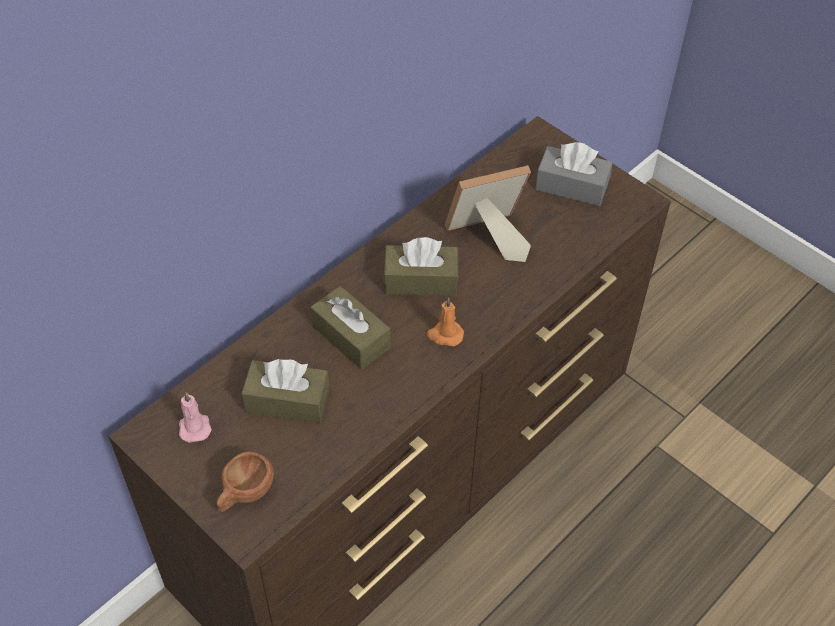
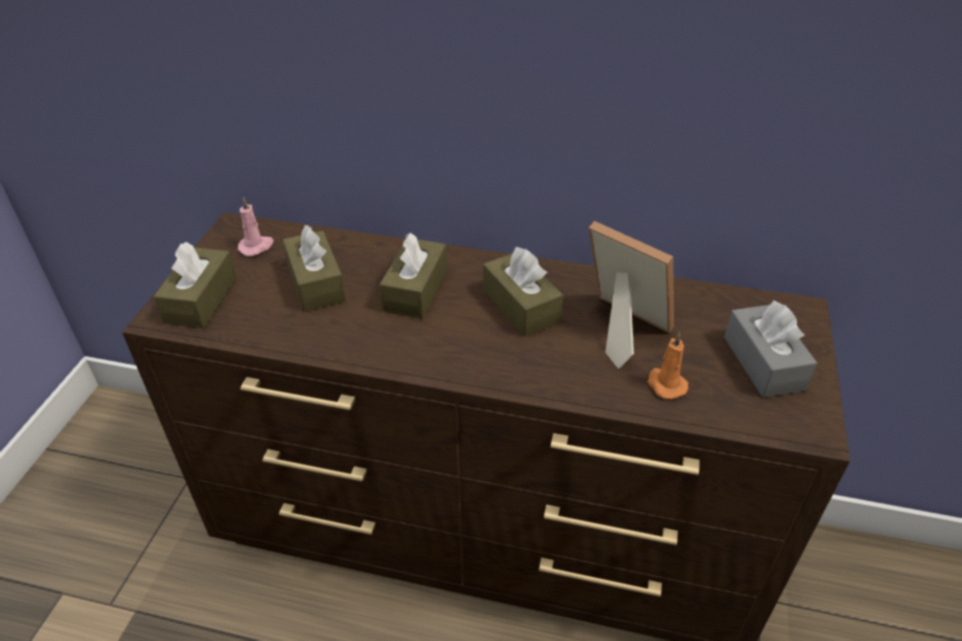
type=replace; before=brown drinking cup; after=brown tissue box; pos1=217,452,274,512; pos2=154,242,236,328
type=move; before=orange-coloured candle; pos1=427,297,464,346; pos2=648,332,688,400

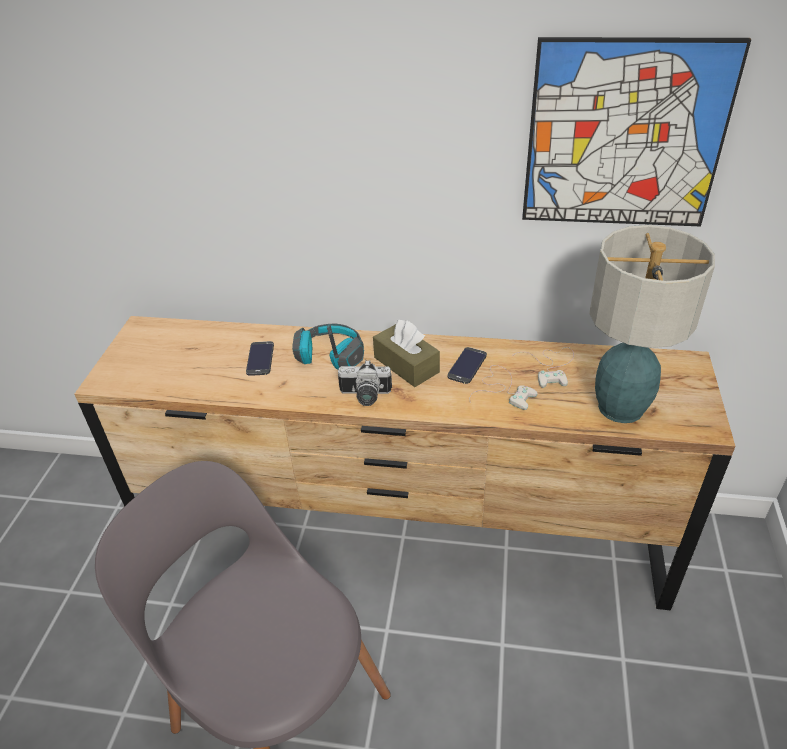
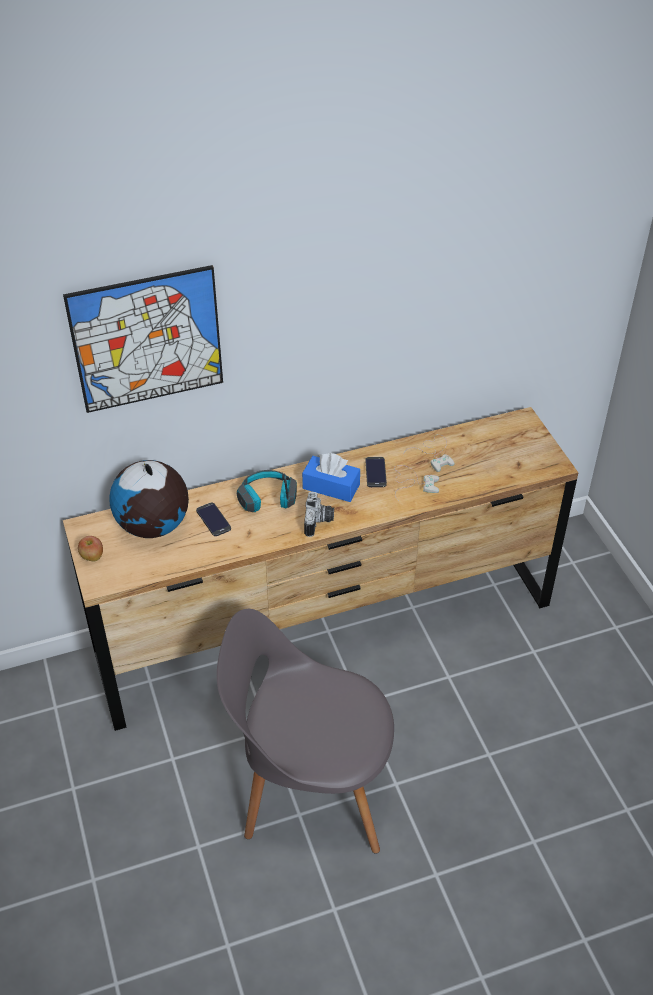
type=move; before=picture; pos1=522,37,752,227; pos2=63,265,223,413
type=insert; after=apple fruit; pos2=78,536,103,562
type=insert; after=globe; pos2=109,460,189,538
type=recolor; before=brown tissue box; after=blue-coloured tissue box; pos1=373,320,440,387; pos2=302,453,360,502
type=rotate; before=photo camera; pos1=338,360,392,406; pos2=304,492,334,537; turn=-60
type=delete; before=table lamp; pos1=589,225,715,423

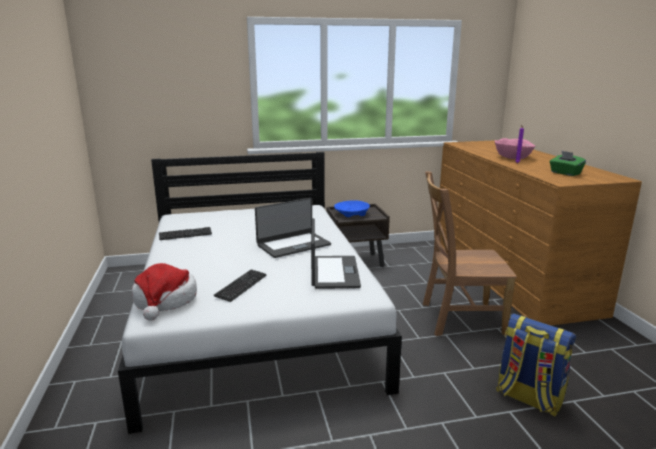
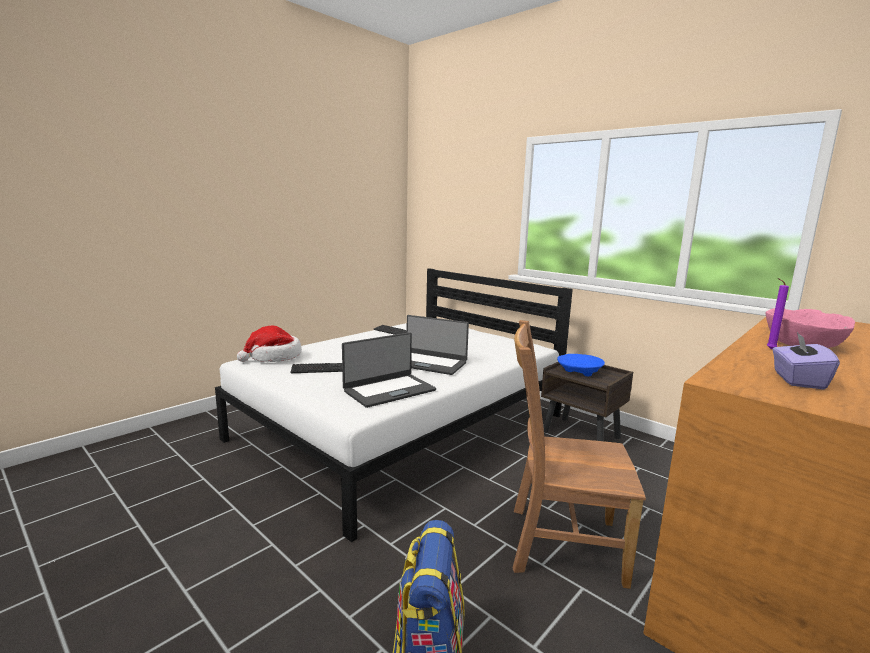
type=rotate; before=brown chair; pos1=423,171,517,336; pos2=513,320,646,589; turn=-45
type=recolor; before=greenish tissue box; after=purplish tissue box; pos1=550,151,586,176; pos2=773,332,840,390

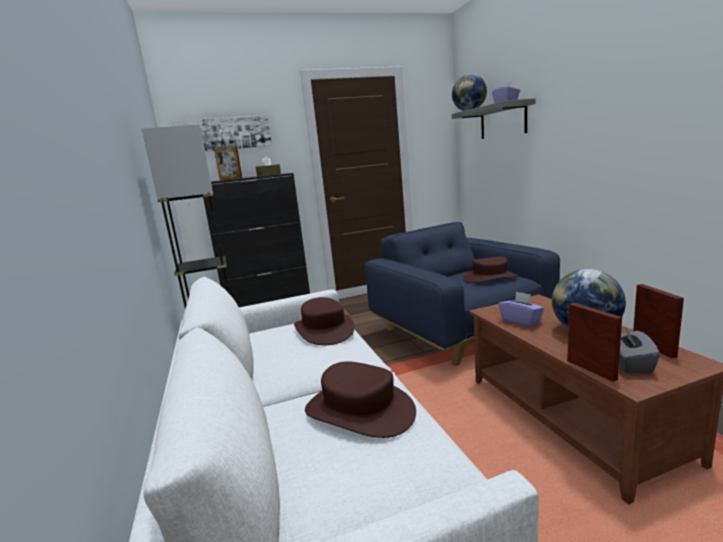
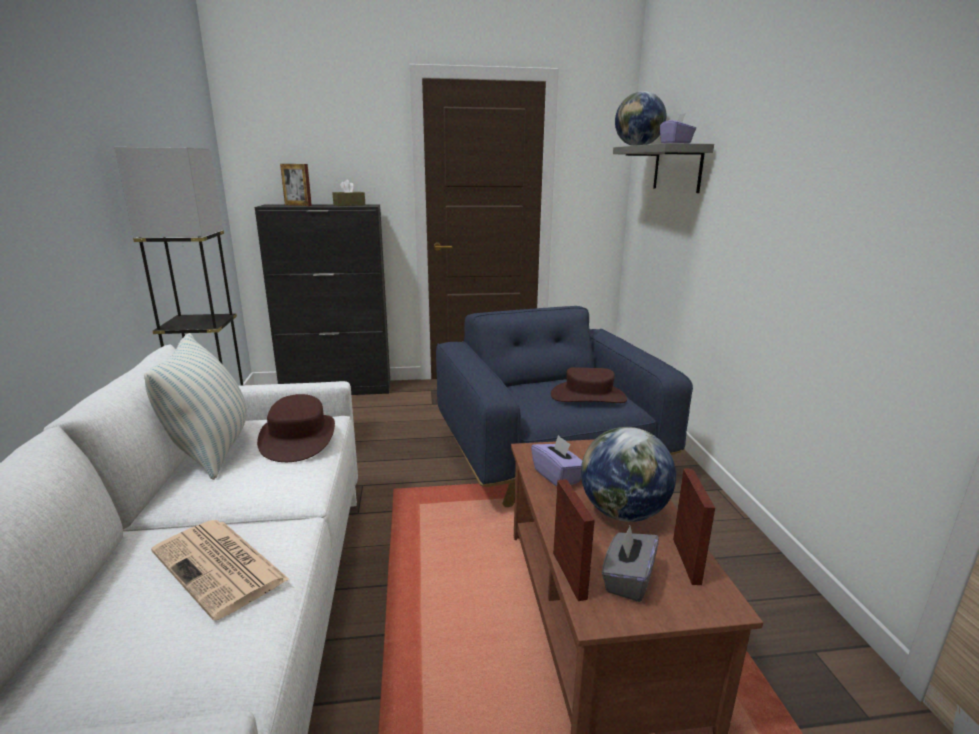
type=insert; after=pillow; pos2=144,333,247,480
type=replace; before=brown clothing hat; after=printed paper; pos1=305,362,416,438; pos2=151,520,290,620
type=delete; before=picture; pos1=172,115,272,152

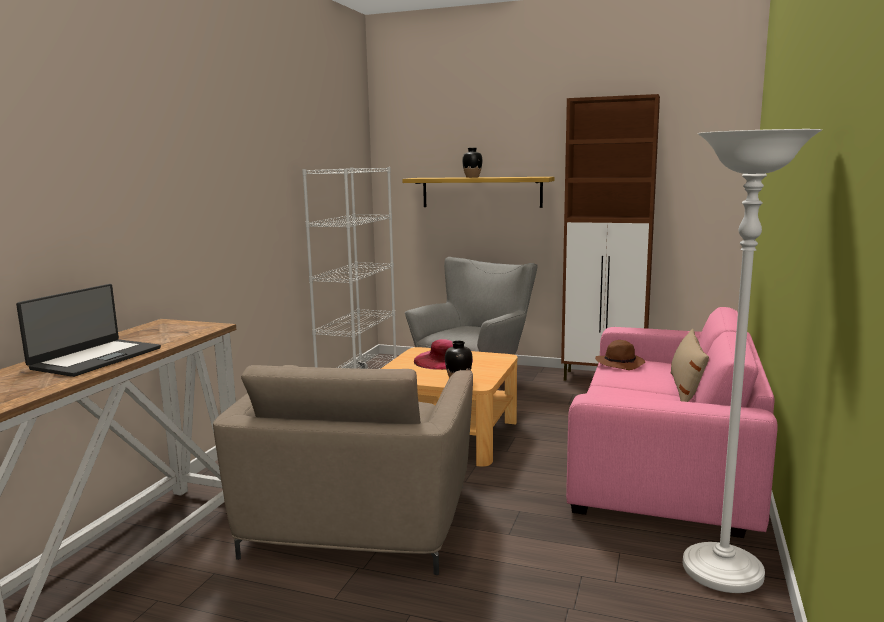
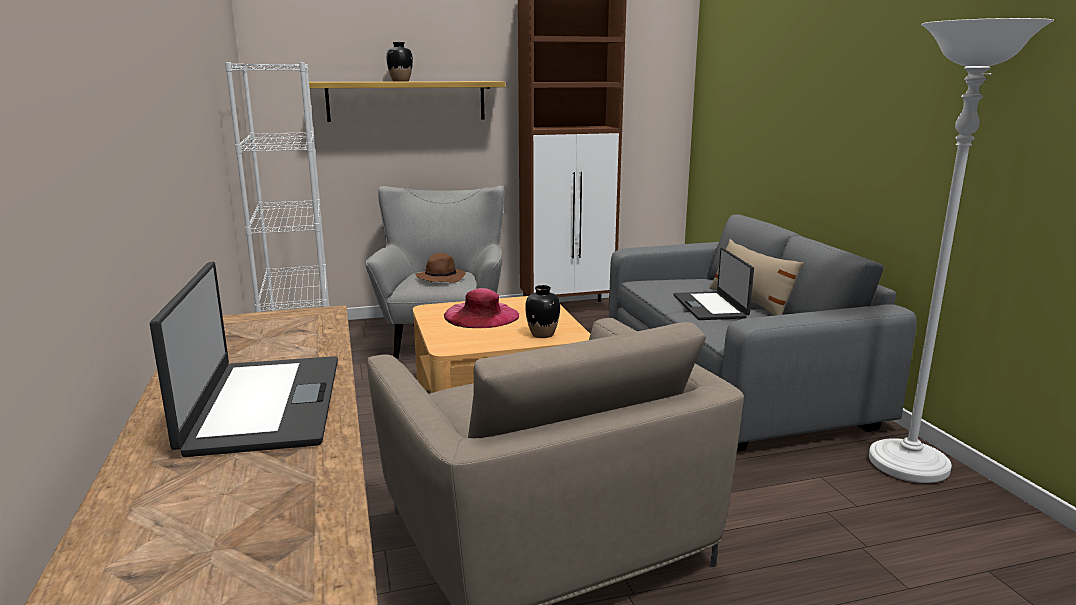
type=move; before=brown clothing hat; pos1=595,340,645,370; pos2=415,253,466,283
type=recolor; before=pinkish sofa; after=greyish sofa; pos1=566,307,778,538; pos2=609,214,917,452
type=insert; after=notebook computer; pos2=674,247,754,320

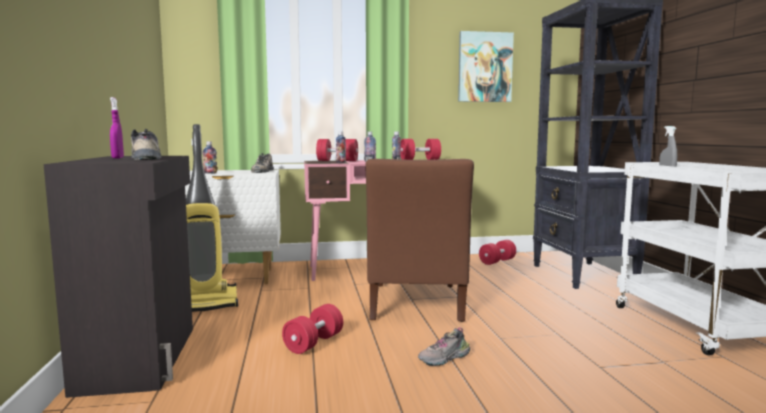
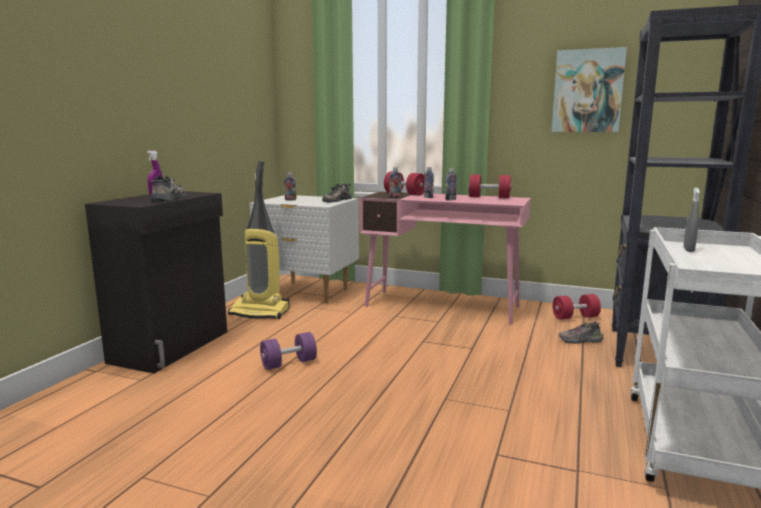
type=recolor; before=reddish hand weight; after=purplish hand weight; pos1=282,304,343,354; pos2=260,332,317,370
type=move; before=item of footwear; pos1=418,327,470,366; pos2=559,321,603,344
type=delete; before=brown chair; pos1=365,159,474,322

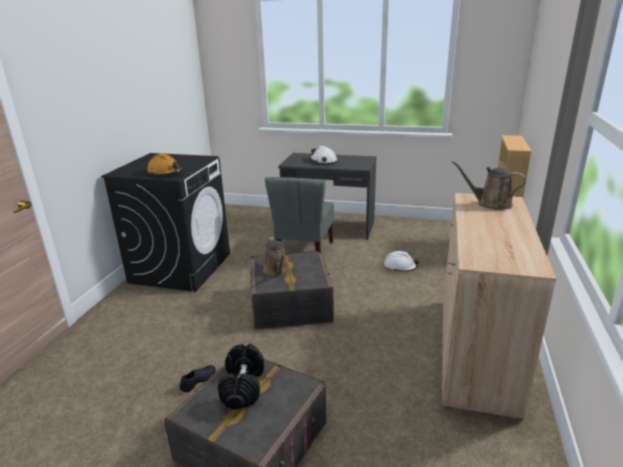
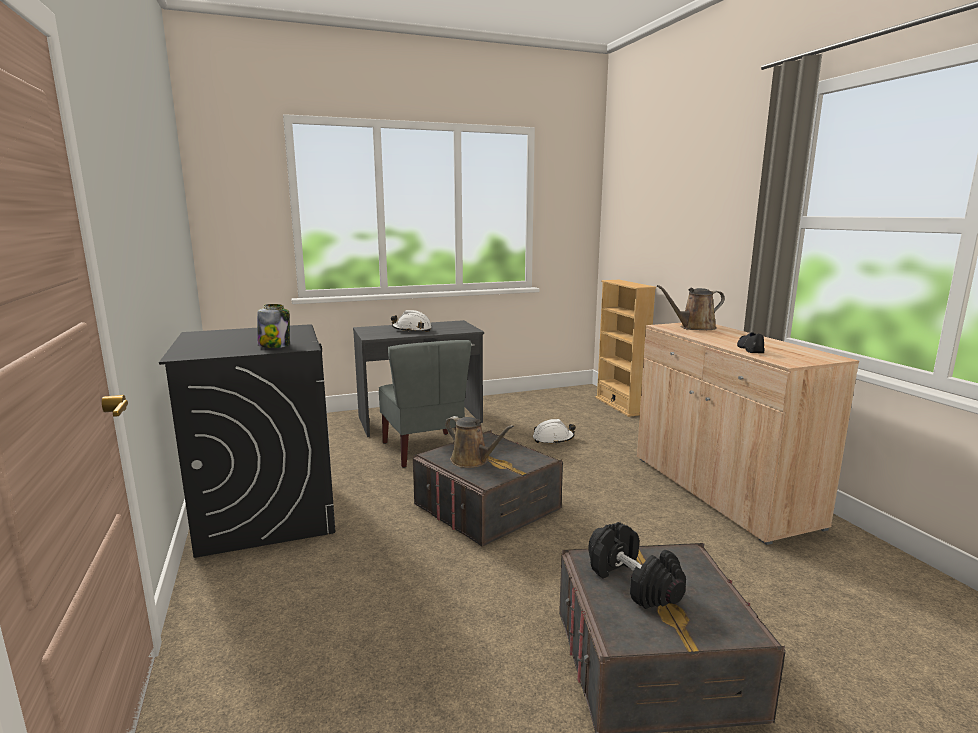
type=replace; before=orange-coloured safety helmet; after=storage jar; pos1=147,154,183,175; pos2=257,304,290,348
type=move; before=black-coloured item of footwear; pos1=179,365,216,392; pos2=737,332,765,353

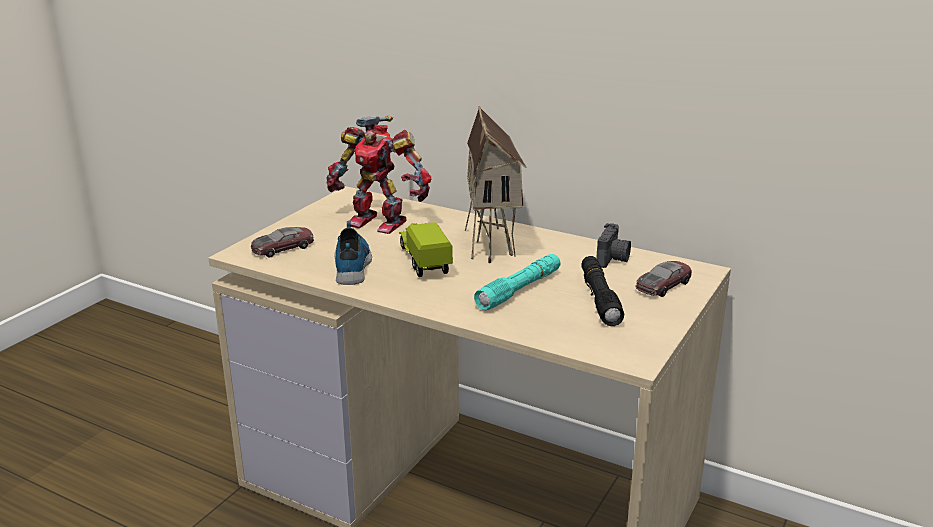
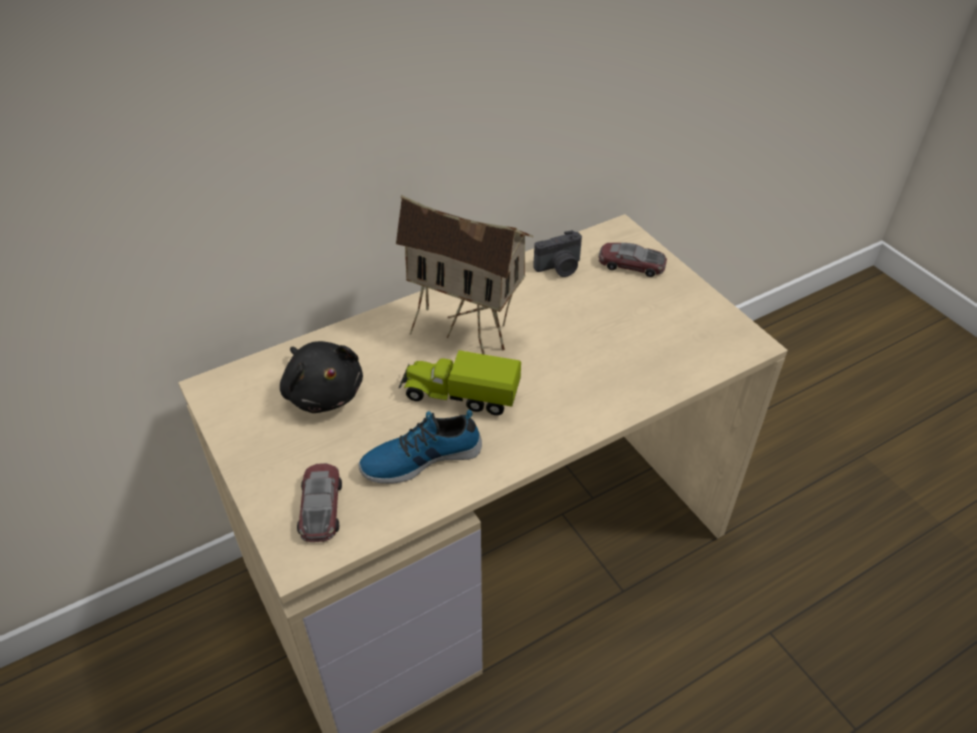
type=replace; before=toy robot; after=black-coloured cuddly toy; pos1=326,116,431,234; pos2=280,341,363,413
type=rotate; before=item of footwear; pos1=334,221,372,285; pos2=358,410,482,484; turn=-45
type=rotate; before=photo camera; pos1=596,223,631,268; pos2=533,230,582,277; turn=105
type=rotate; before=model car; pos1=636,261,692,297; pos2=598,243,667,277; turn=-60
type=delete; before=blue-green hand torch; pos1=474,254,560,310
type=delete; before=black-coloured hand torch; pos1=581,256,625,326

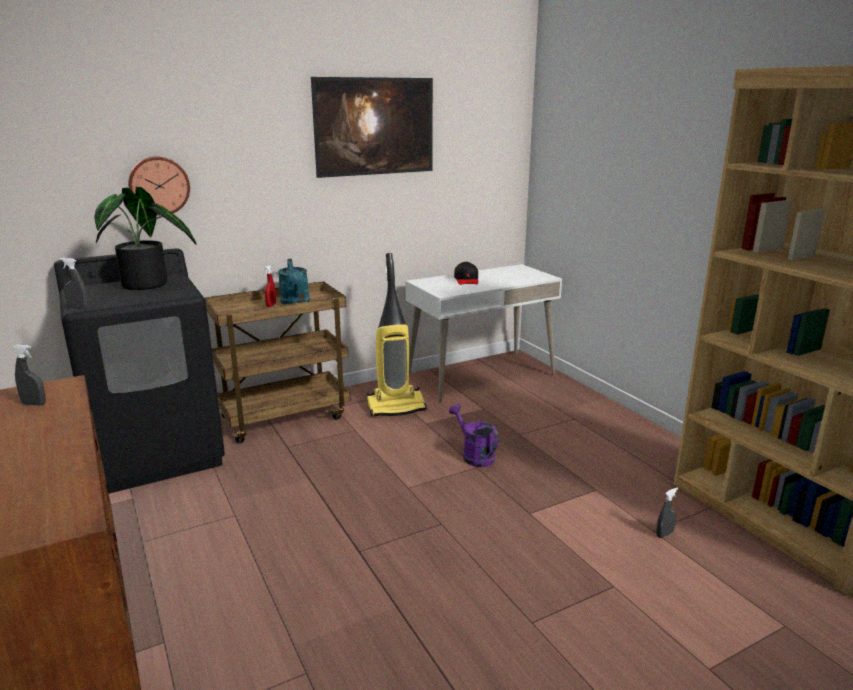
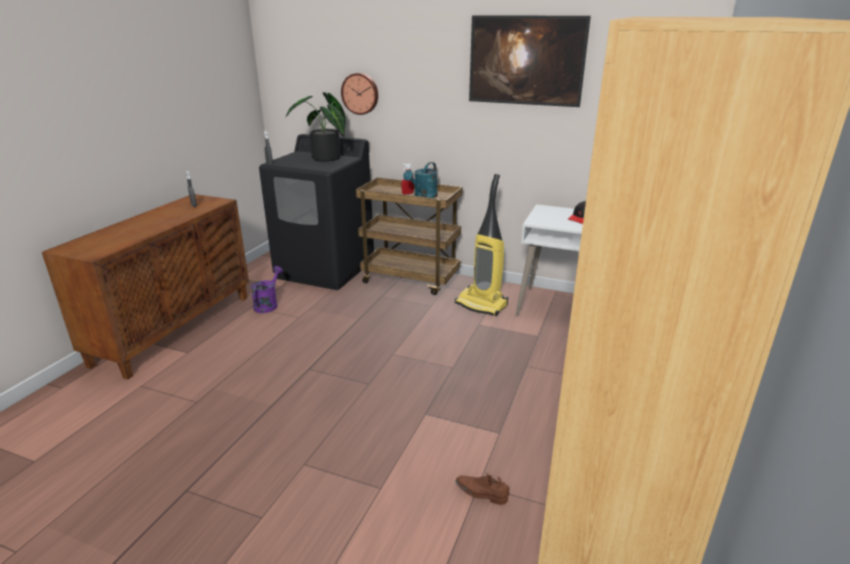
type=move; before=purplish sprinkling can; pos1=449,404,499,467; pos2=251,266,283,313
type=replace; before=greyish spray bottle; after=brown item of footwear; pos1=656,487,678,538; pos2=455,473,509,505

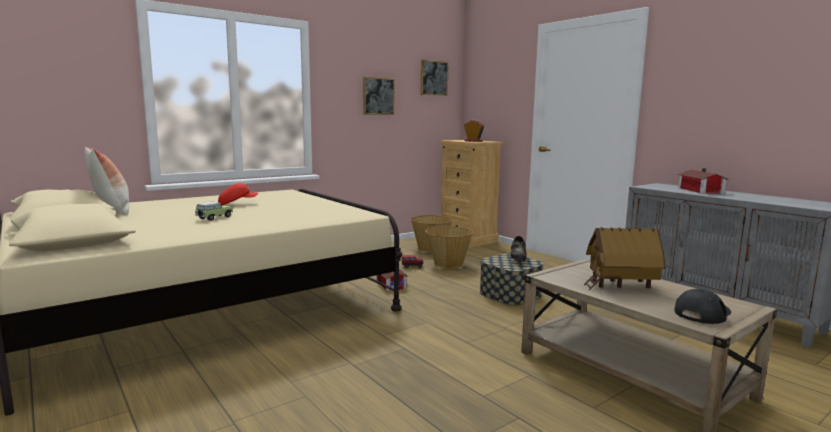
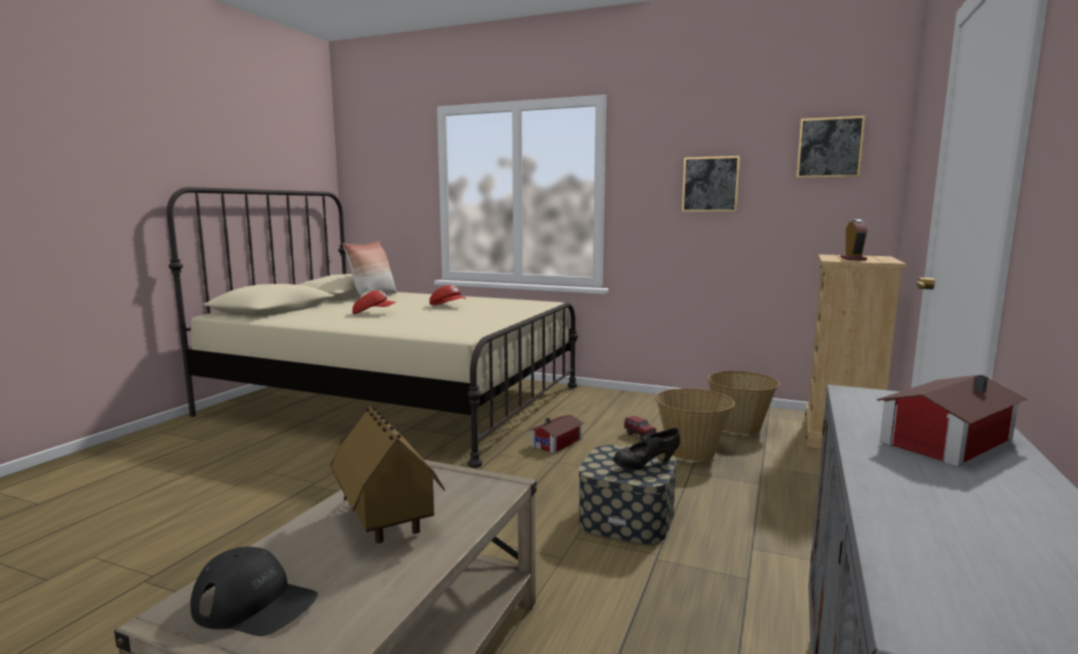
type=replace; before=model car; after=reddish cap; pos1=195,202,233,221; pos2=352,290,396,314

